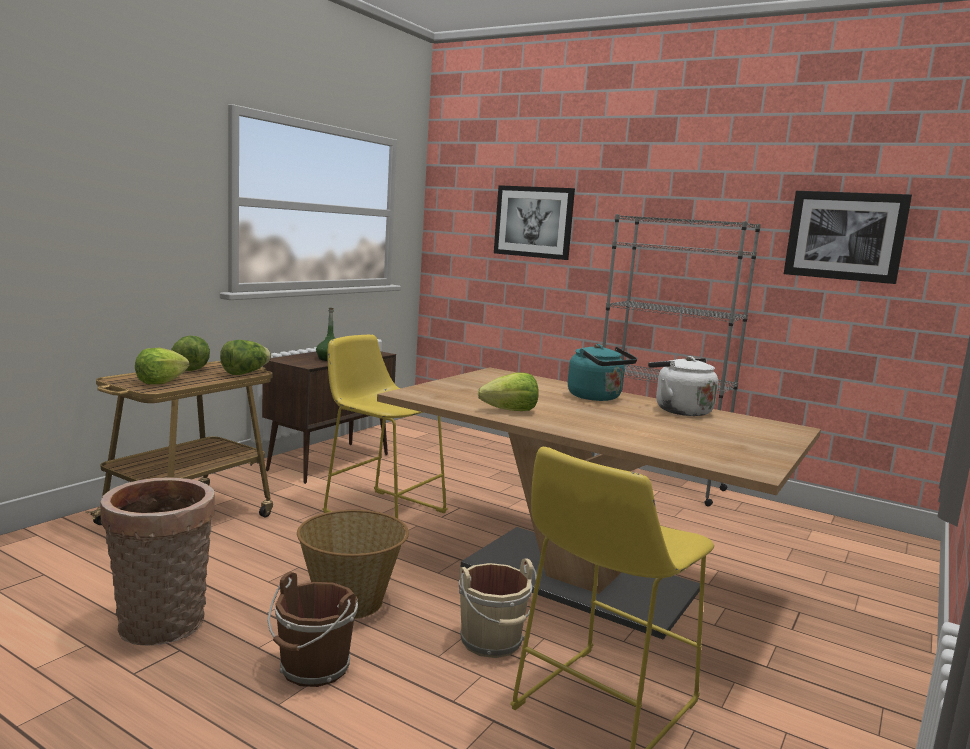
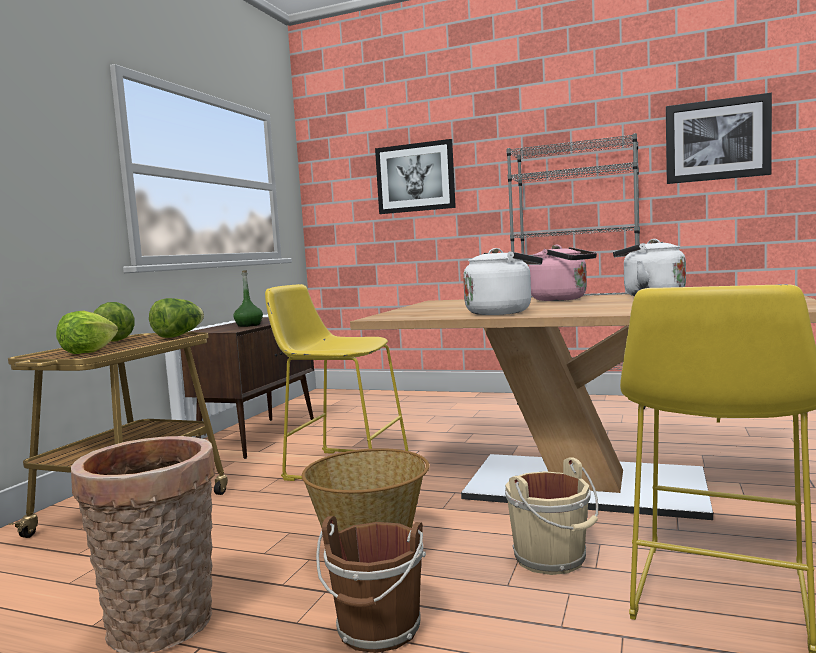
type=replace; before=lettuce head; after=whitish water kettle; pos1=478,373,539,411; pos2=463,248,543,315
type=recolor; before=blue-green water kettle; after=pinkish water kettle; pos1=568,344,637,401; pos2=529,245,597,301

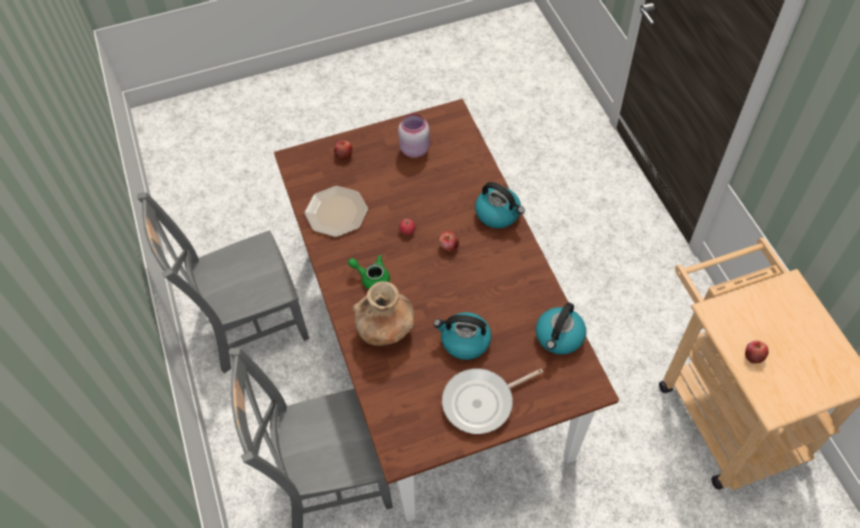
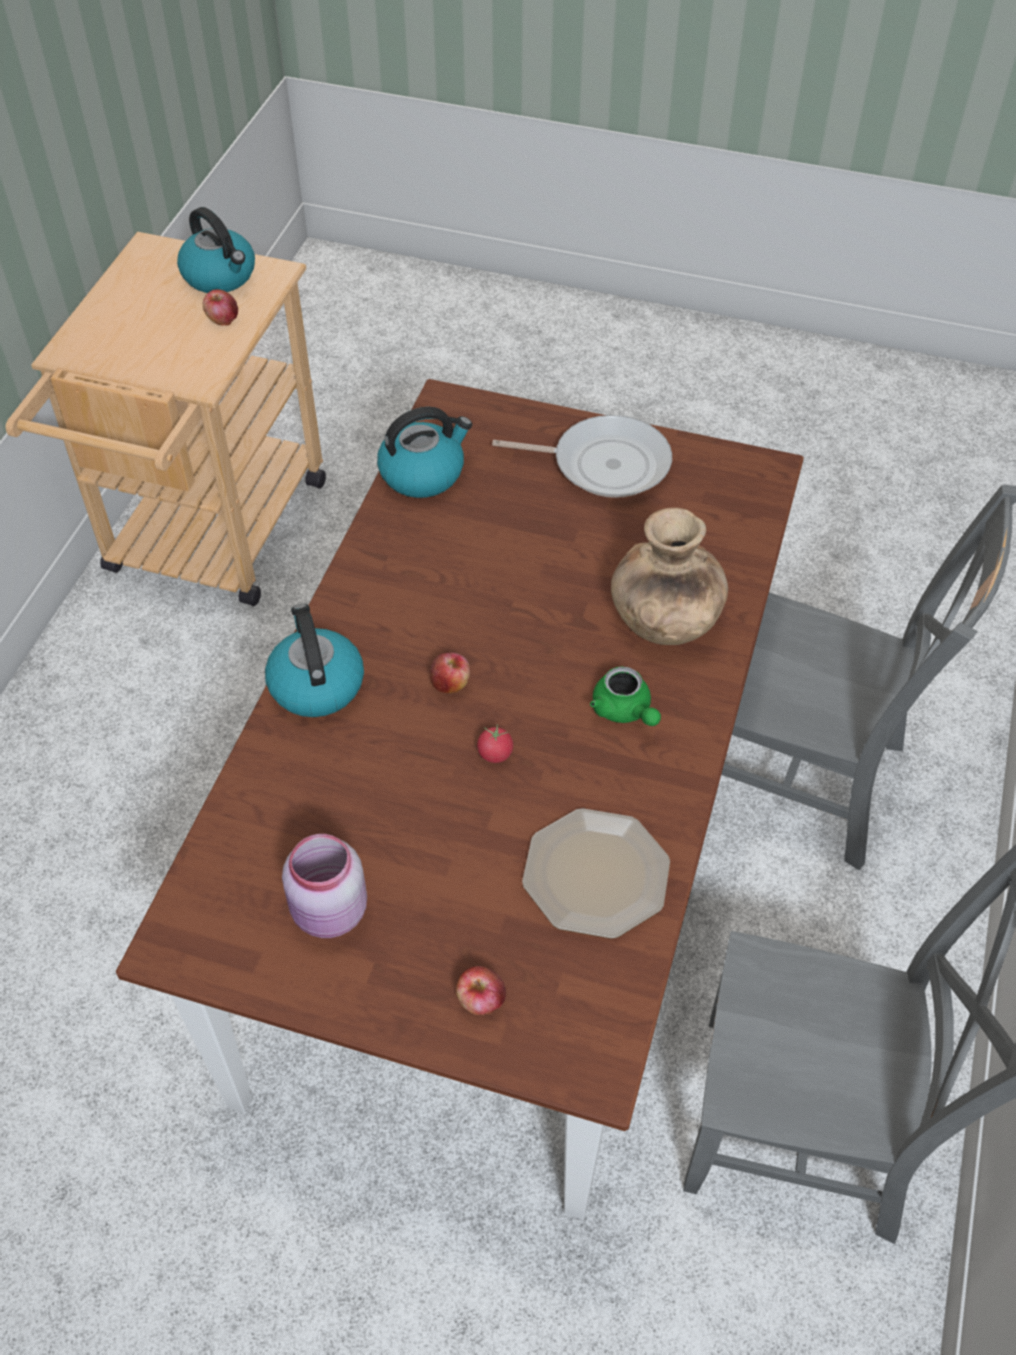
type=move; before=water kettle; pos1=434,312,491,360; pos2=177,207,255,293

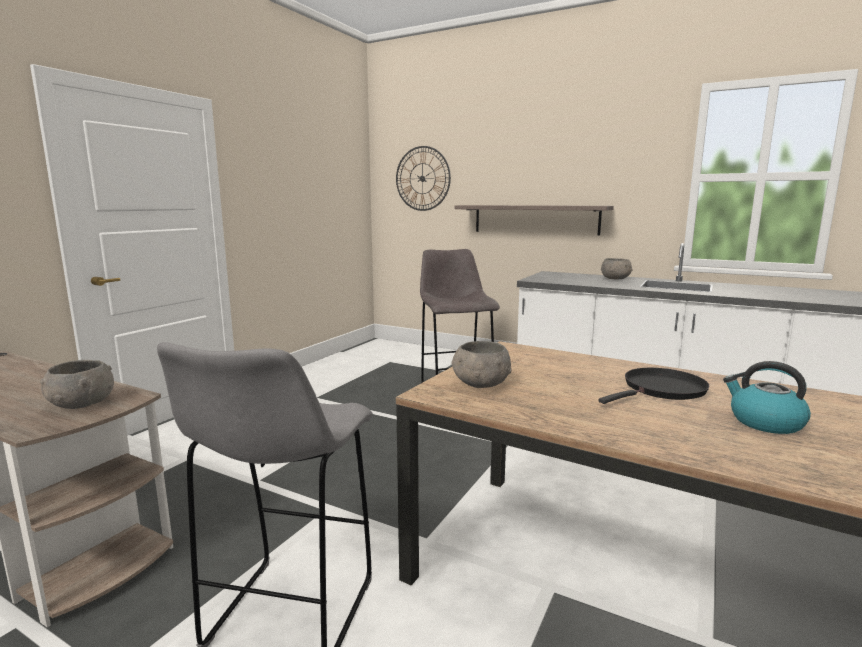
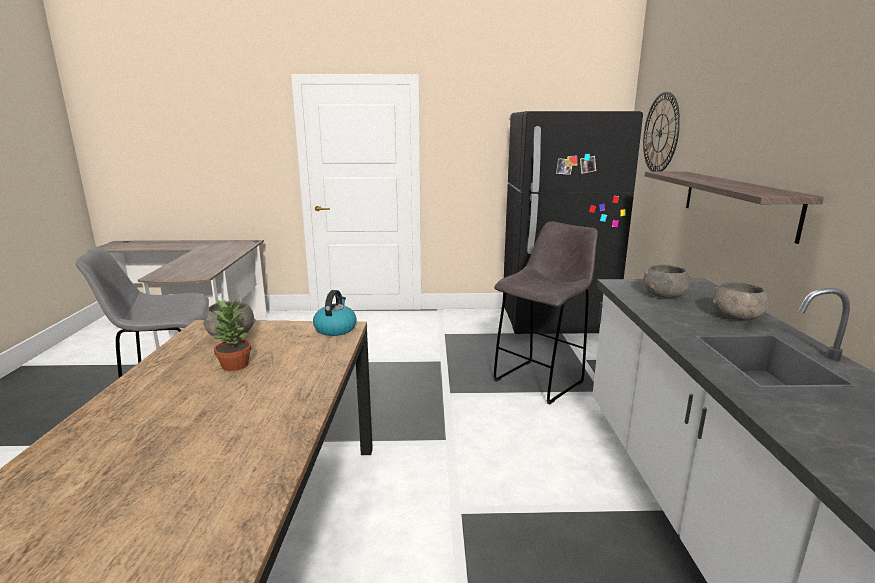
type=insert; after=houseplant; pos2=210,298,252,371
type=move; before=water kettle; pos1=723,361,811,434; pos2=313,290,357,336
type=insert; after=black-coloured kitchen fridge; pos2=503,111,643,334
type=move; before=greyish deep dish; pos1=40,360,114,409; pos2=643,264,691,298
type=delete; before=black-coloured frying pan; pos1=599,368,709,404

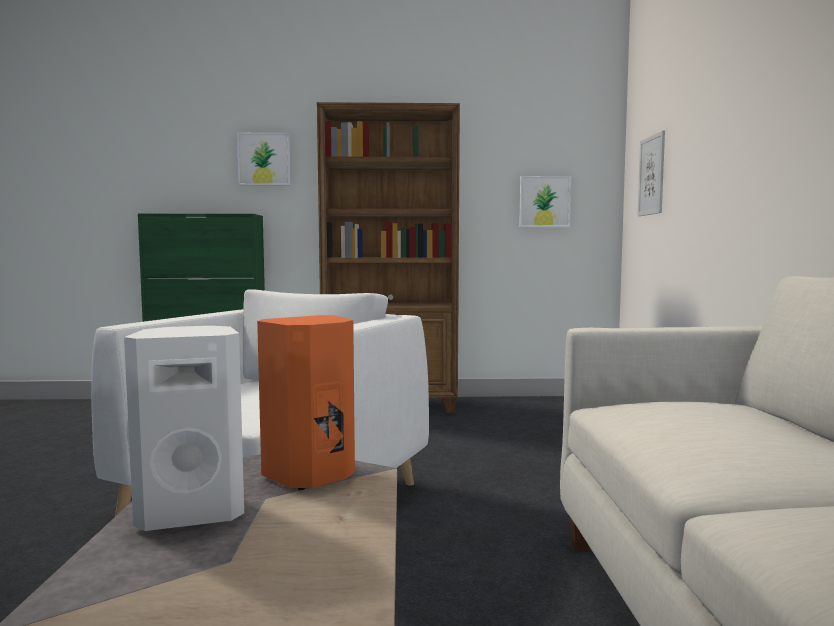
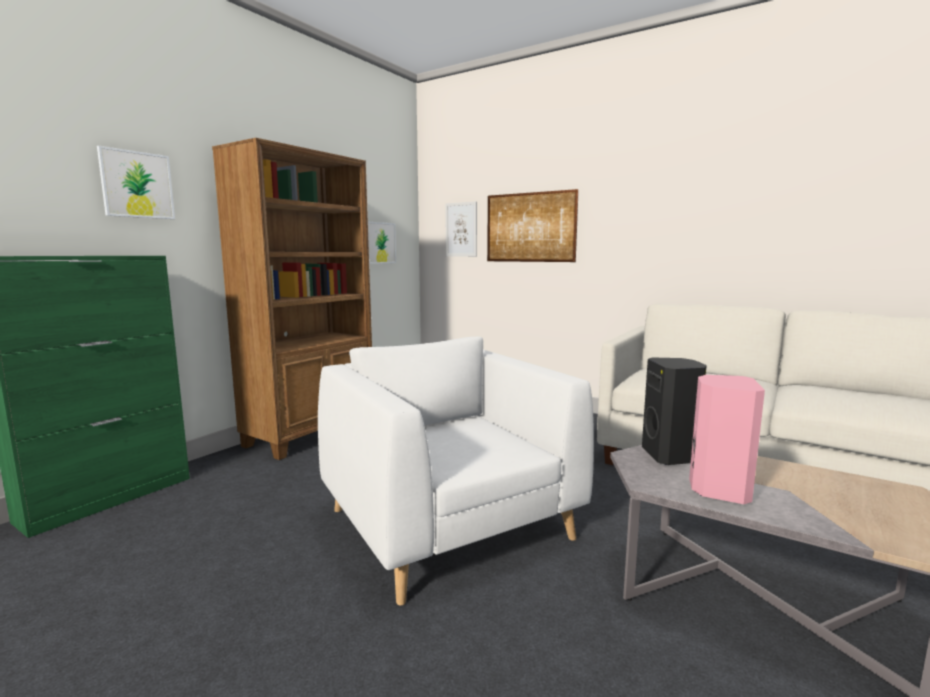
type=insert; after=picture; pos2=487,189,579,262
type=recolor; before=orange-coloured speaker; after=black-coloured speaker; pos1=257,315,355,490; pos2=642,358,707,465
type=recolor; before=whitish speaker; after=pinkish speaker; pos1=124,326,244,531; pos2=689,375,765,504

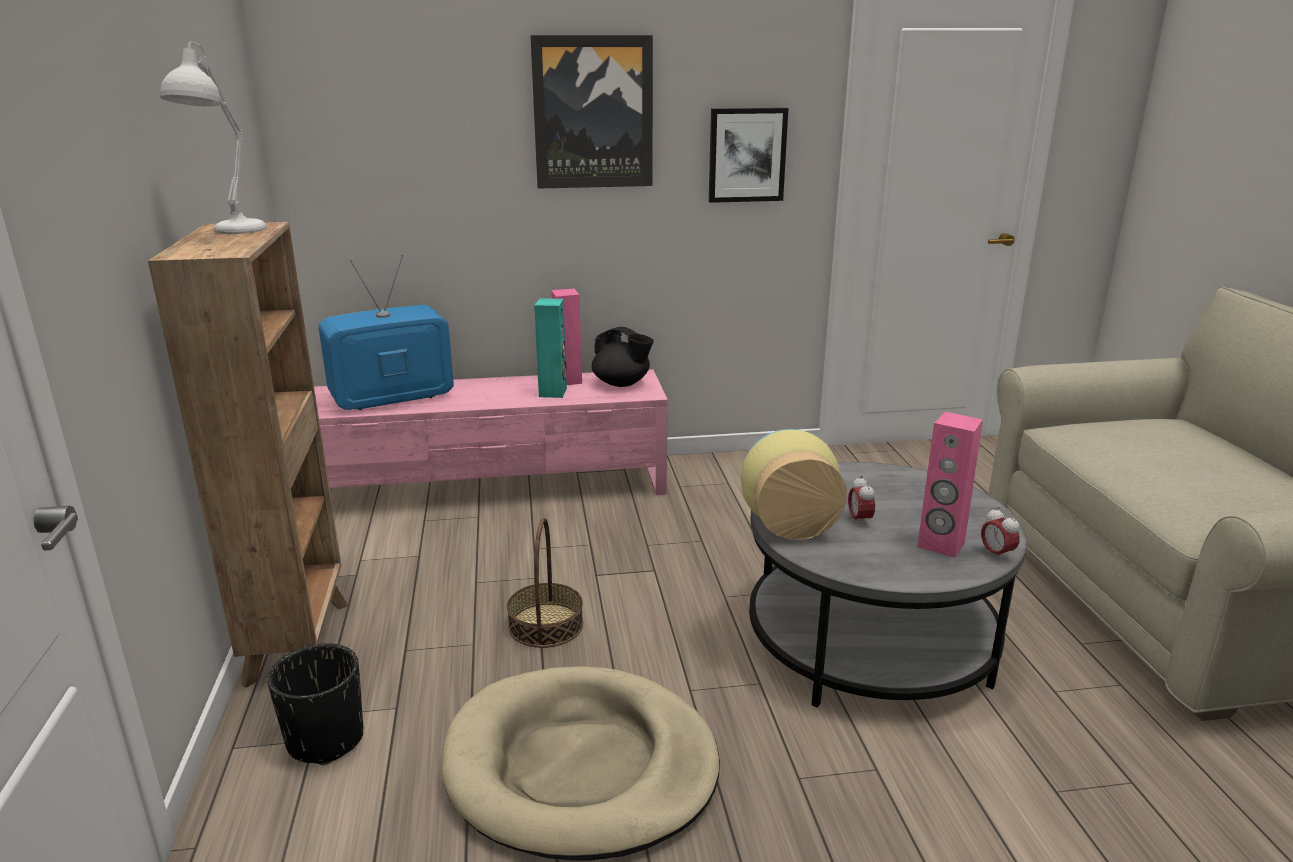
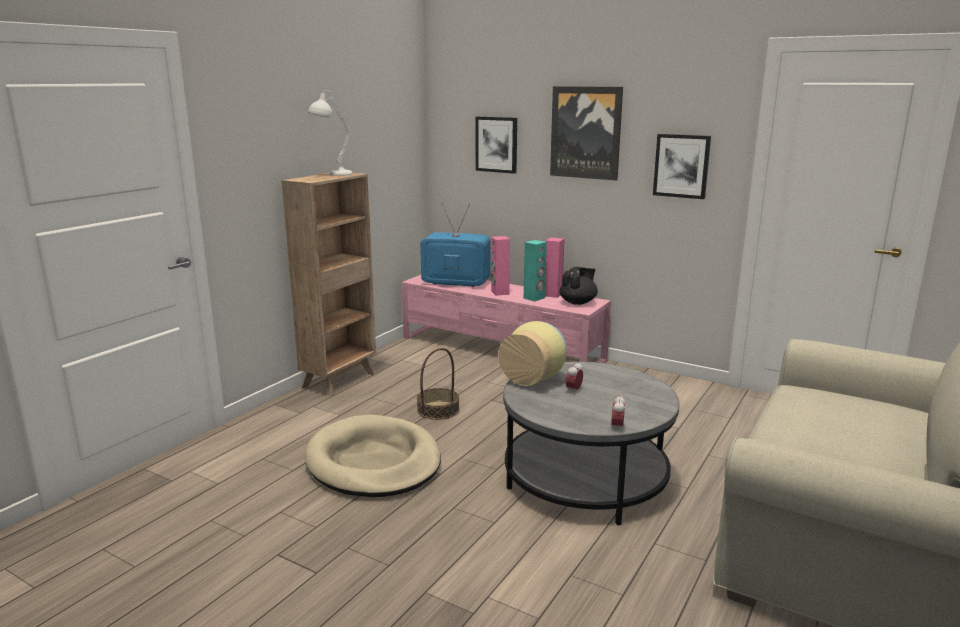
type=insert; after=picture; pos2=476,117,517,174
type=move; before=pinkish speaker; pos1=917,412,983,558; pos2=491,236,510,296
type=rotate; before=black-coloured tea pot; pos1=592,327,654,387; pos2=559,267,598,305; turn=-120
type=delete; before=black-coloured plant pot; pos1=267,643,363,765

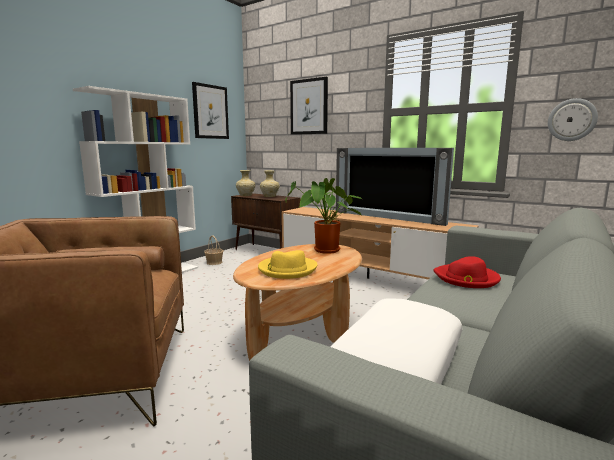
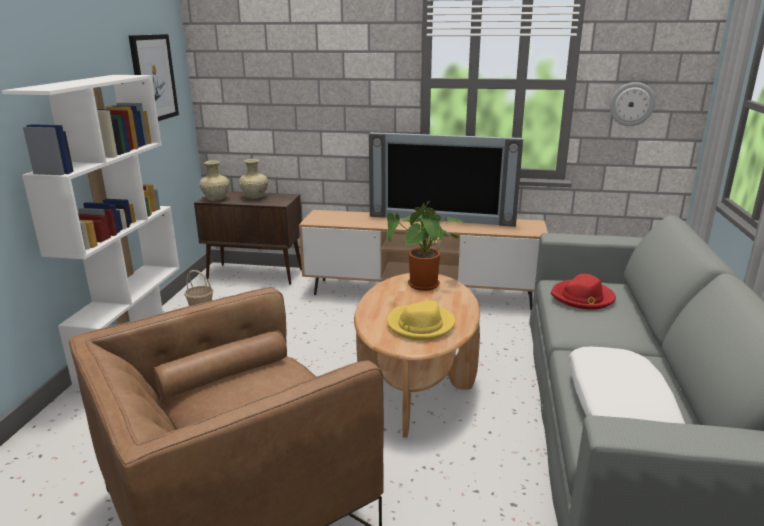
type=delete; before=picture; pos1=290,77,328,135

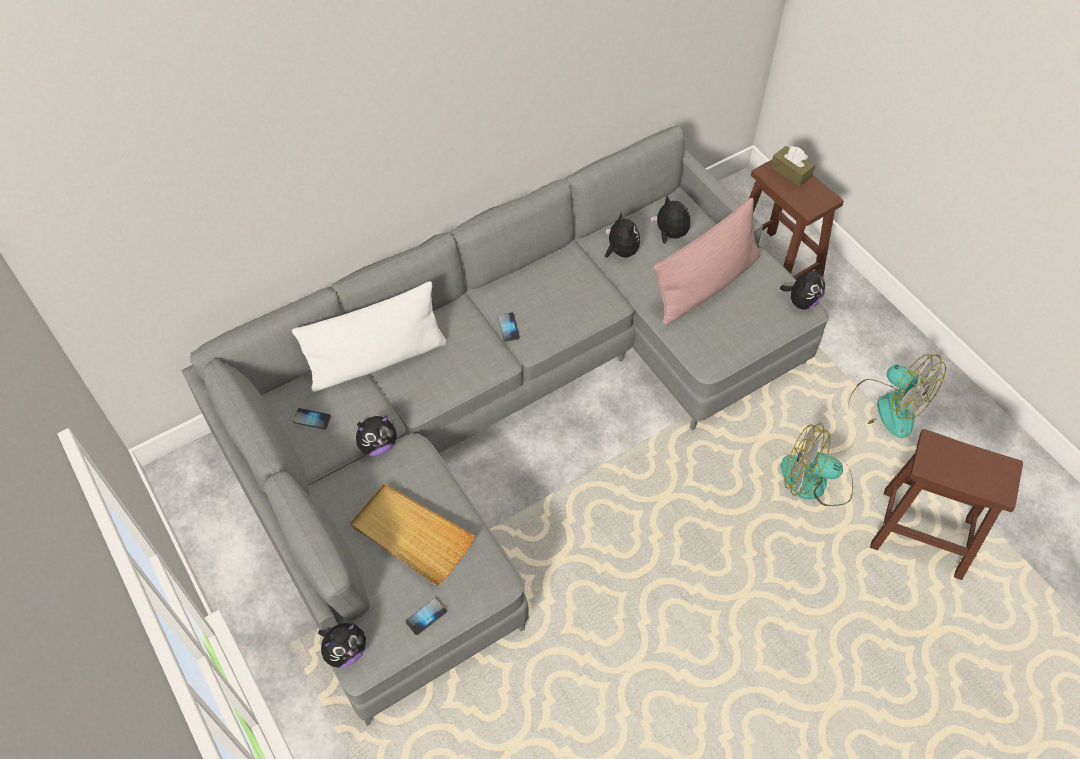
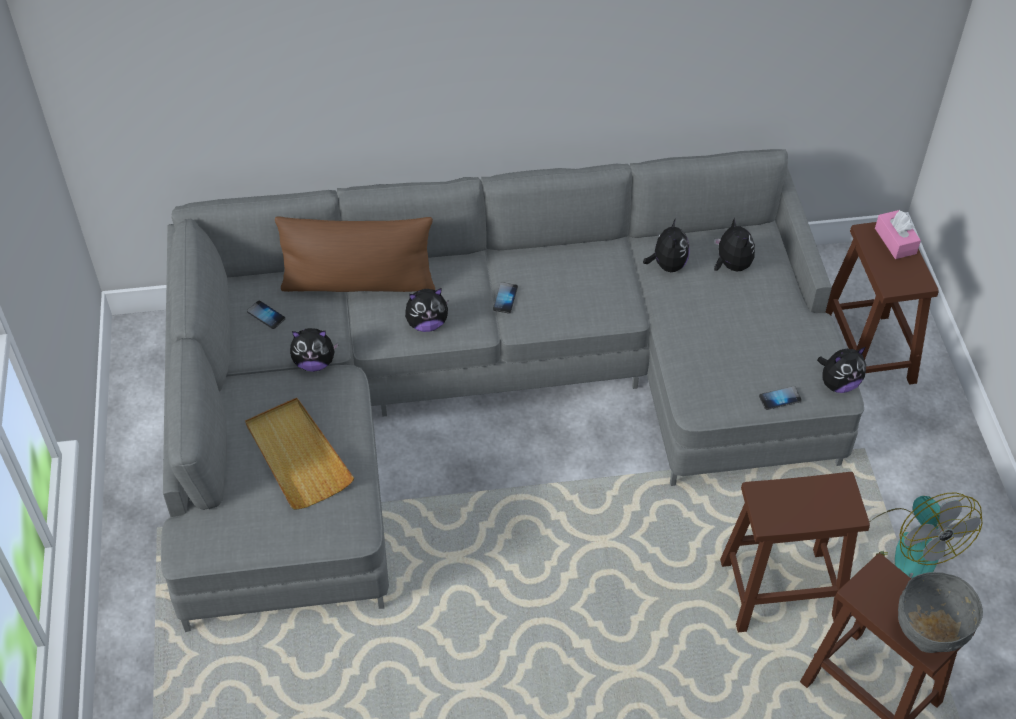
type=recolor; before=whitish pillow; after=brown pillow; pos1=292,281,447,392; pos2=275,217,435,292
type=move; before=cuddly toy; pos1=318,623,366,668; pos2=405,288,449,332
type=replace; before=fan; after=brown stool; pos1=781,423,853,506; pos2=720,472,870,632
type=move; before=handset; pos1=406,598,447,636; pos2=759,386,802,410
type=recolor; before=brown tissue box; after=pinkish tissue box; pos1=771,146,815,187; pos2=875,210,921,259
type=insert; after=greyish deep dish; pos2=898,572,983,653
type=delete; before=pinkish pillow; pos1=653,198,760,325

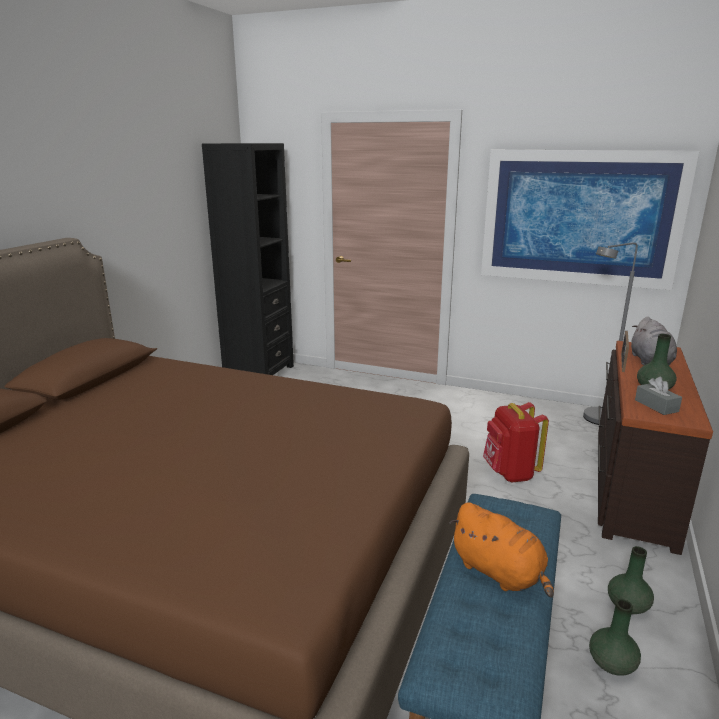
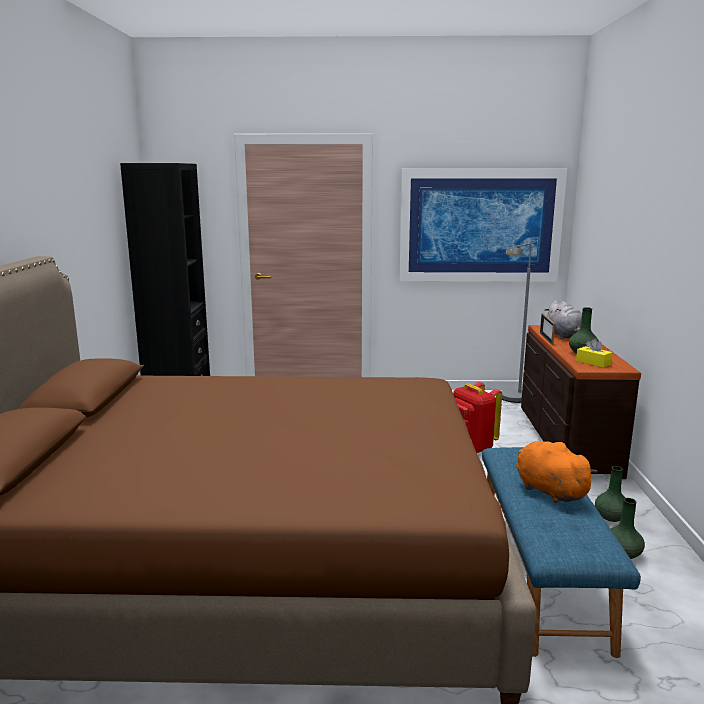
type=rotate; before=orange-coloured cuddly toy; pos1=449,502,554,598; pos2=516,441,598,503; turn=-150
type=recolor; before=greyish tissue box; after=yellow tissue box; pos1=635,377,682,415; pos2=576,338,613,367

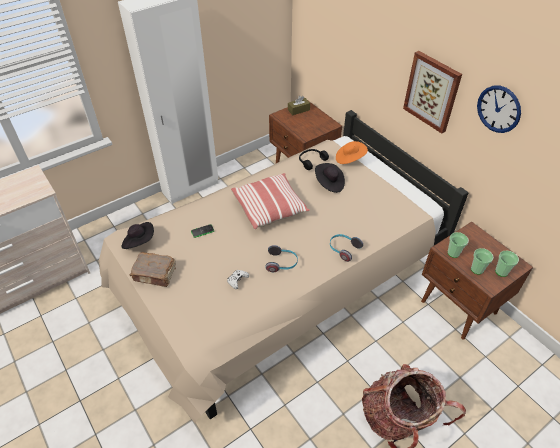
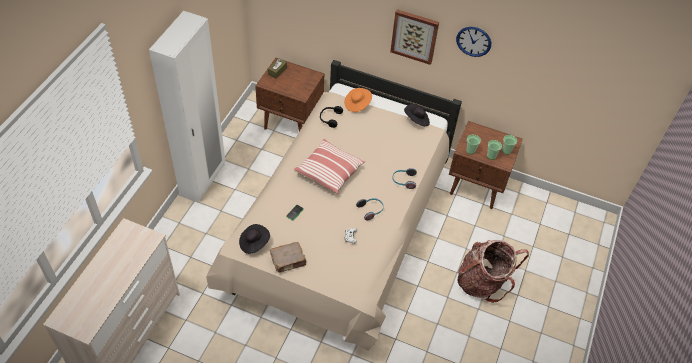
type=move; before=black-coloured clothing hat; pos1=315,163,345,193; pos2=404,103,430,126

